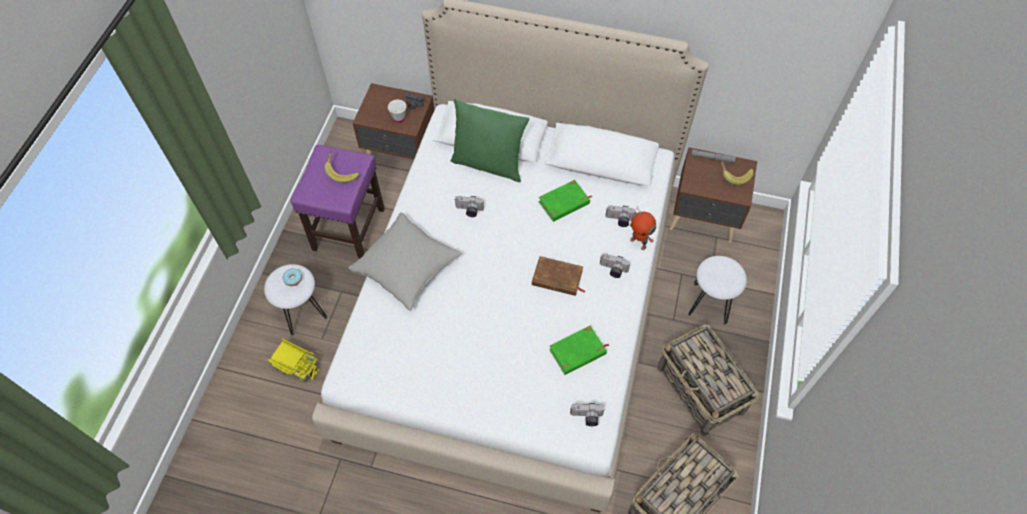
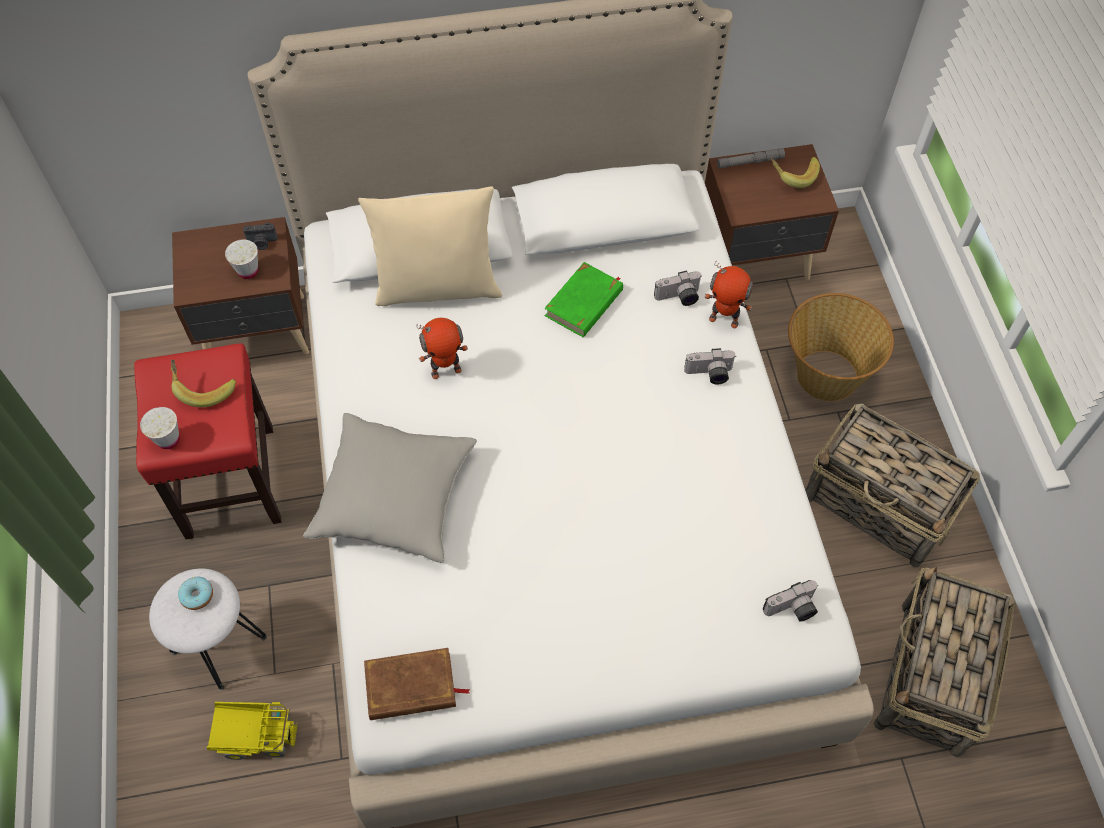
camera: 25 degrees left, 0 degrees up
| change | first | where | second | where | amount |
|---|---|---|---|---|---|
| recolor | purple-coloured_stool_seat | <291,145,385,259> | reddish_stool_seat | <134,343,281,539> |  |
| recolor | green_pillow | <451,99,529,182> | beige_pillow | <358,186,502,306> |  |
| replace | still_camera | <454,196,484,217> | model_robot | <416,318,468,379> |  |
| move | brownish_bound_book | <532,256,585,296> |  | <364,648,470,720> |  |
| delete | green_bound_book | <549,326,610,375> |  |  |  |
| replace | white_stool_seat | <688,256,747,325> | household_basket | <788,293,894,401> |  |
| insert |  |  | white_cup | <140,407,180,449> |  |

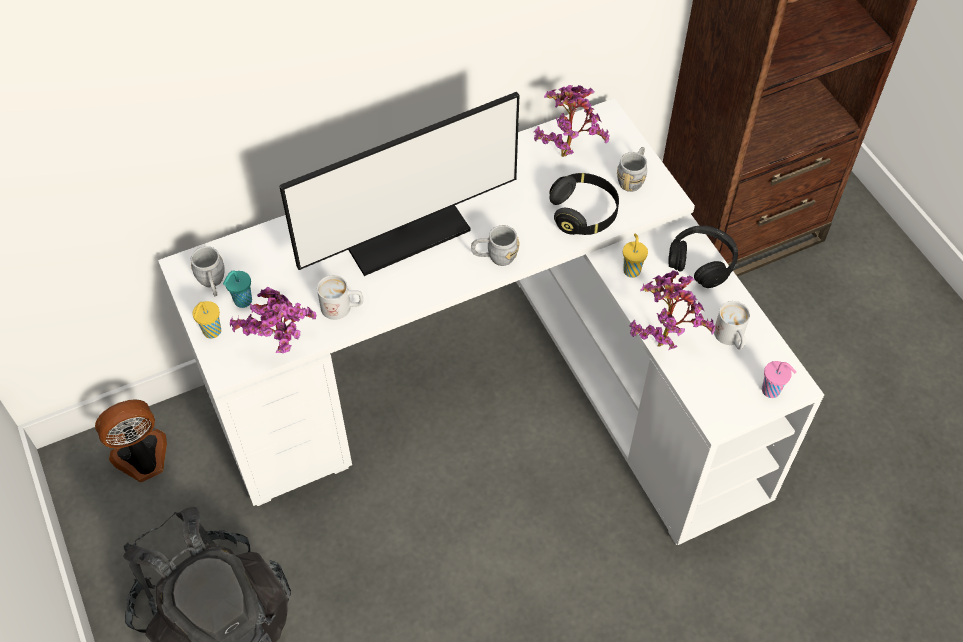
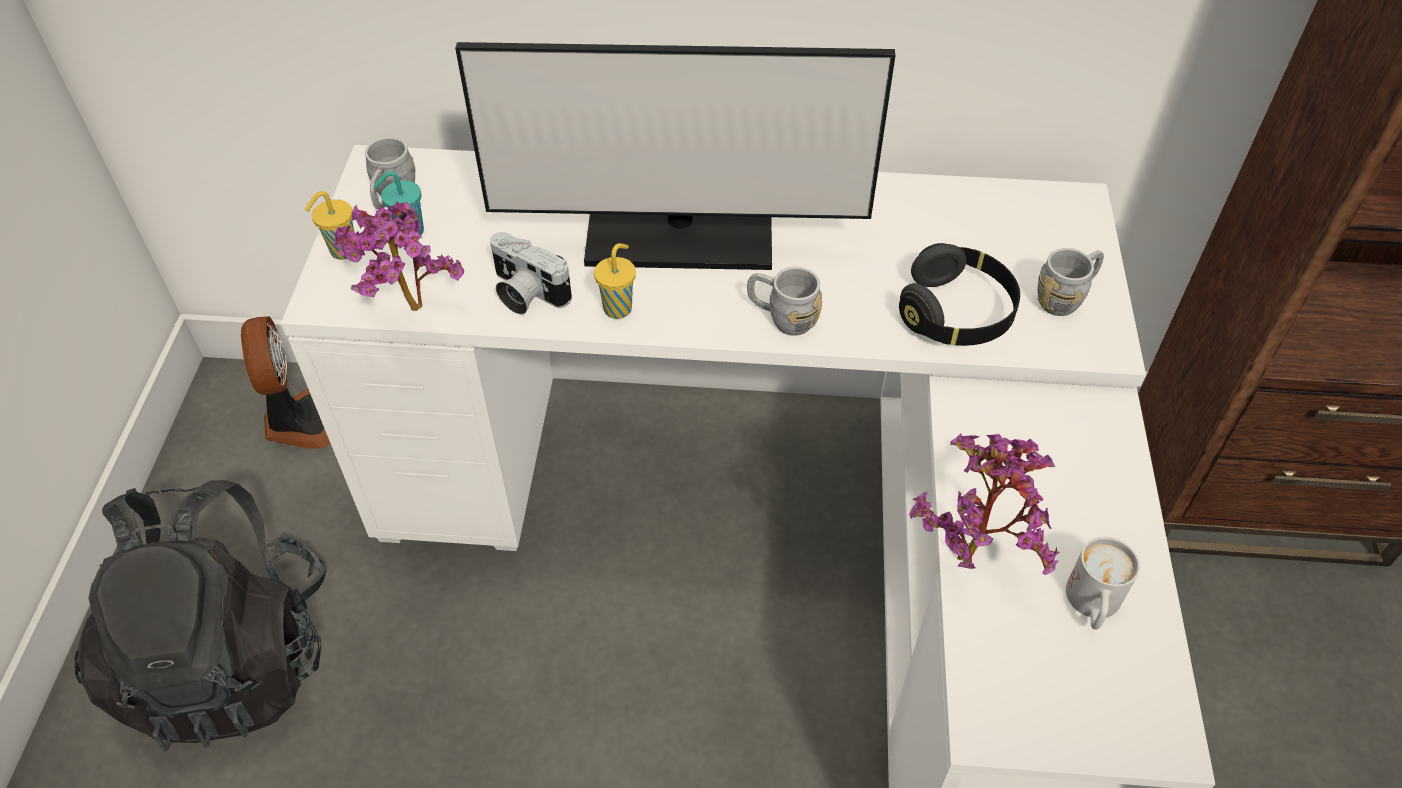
camera: 30 degrees right, 5 degrees down
| change | first | where | second | where | amount |
|---|---|---|---|---|---|
| rotate | cooling_fan | <95,399,167,482> |  | <241,316,331,449> | 75 degrees clockwise |
| replace | white_tea_mug | <317,275,363,320> | still_camera | <490,232,572,315> |  |
| delete | plant_in_a_pot | <534,85,610,157> |  |  |  |
| move | yellow-coloured_cup | <623,234,648,278> |  | <594,243,636,319> |  |
| delete | blackish_headset | <668,225,738,288> |  |  |  |
| delete | pink-coloured_cup | <762,361,796,398> |  |  |  |

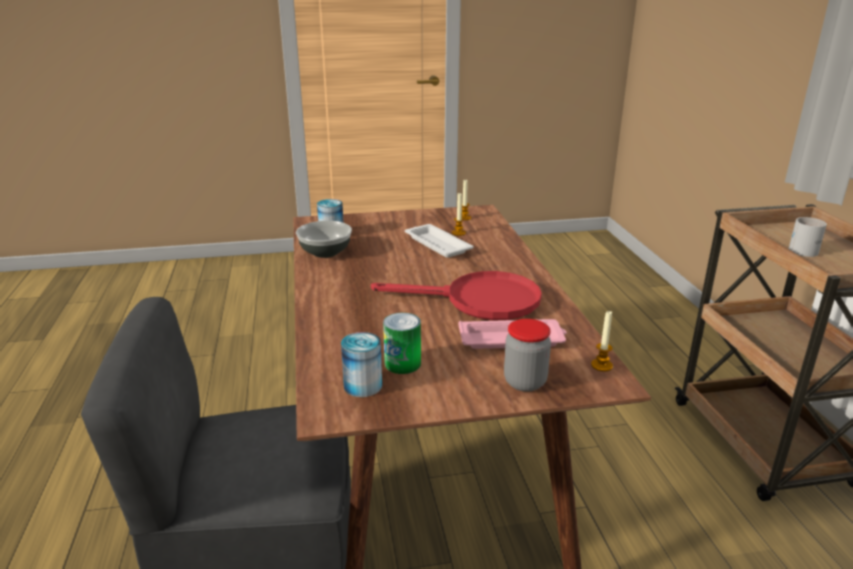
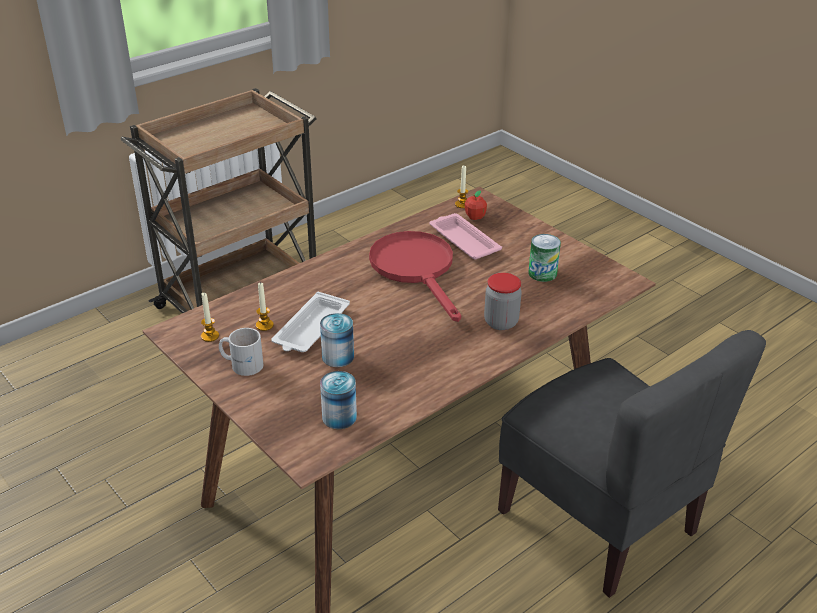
camera: 120 degrees left, 10 degrees up
| change | first | where | second | where | amount |
|---|---|---|---|---|---|
| delete | serving_bowl | <296,221,352,258> |  |  |  |
| move | sealed_can | <341,332,382,397> |  | <320,313,354,367> |  |
| move | storage_jar | <504,319,551,392> |  | <484,273,522,330> |  |
| move | white_tea_mug | <789,217,827,257> |  | <219,328,264,376> |  |
| insert |  |  | whole_apple | <465,190,487,220> |  |

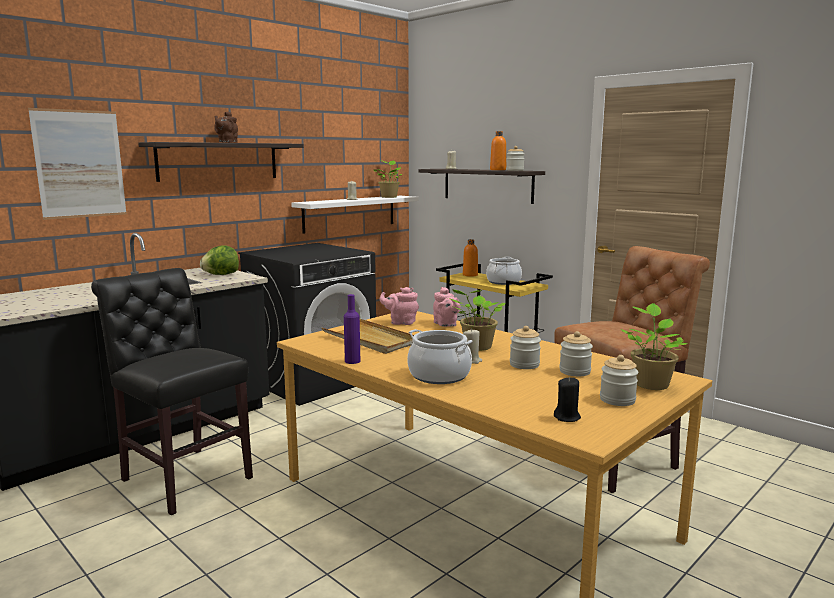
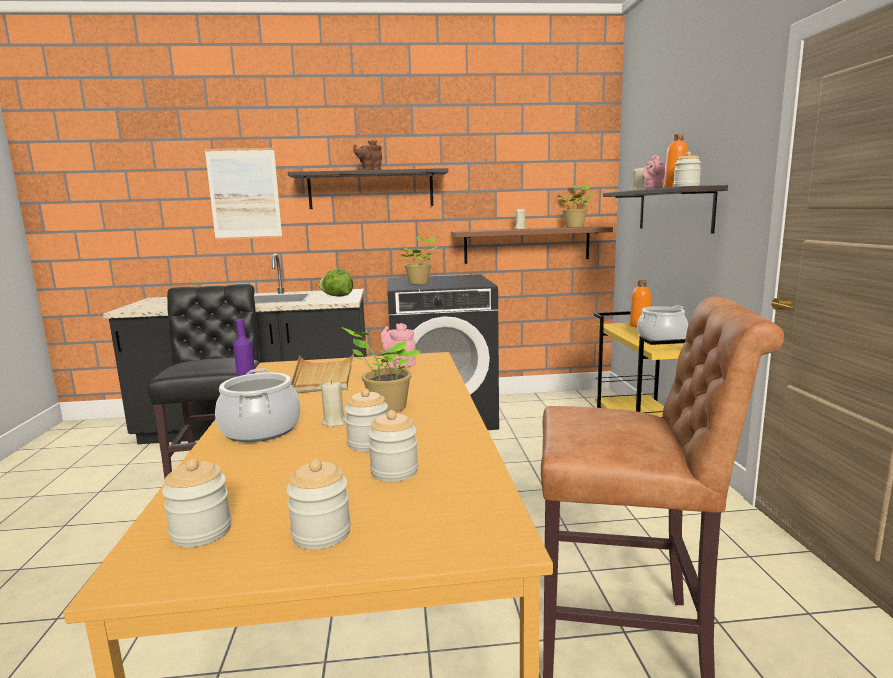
camera: 40 degrees right, 0 degrees up
| change | first | where | second | where | amount |
|---|---|---|---|---|---|
| recolor | white_bracket_shelf | <291,196,419,234> | brownish_bracket_shelf | <452,226,613,264> |  |
| move | pink-coloured_pot_for_tea | <433,287,460,327> |  | <643,155,666,189> |  |
| replace | blackish_candle | <554,377,581,422> | storage_jar | <162,459,231,547> |  |
| move | plant_in_a_pot | <620,303,687,390> |  | <400,237,439,285> |  |

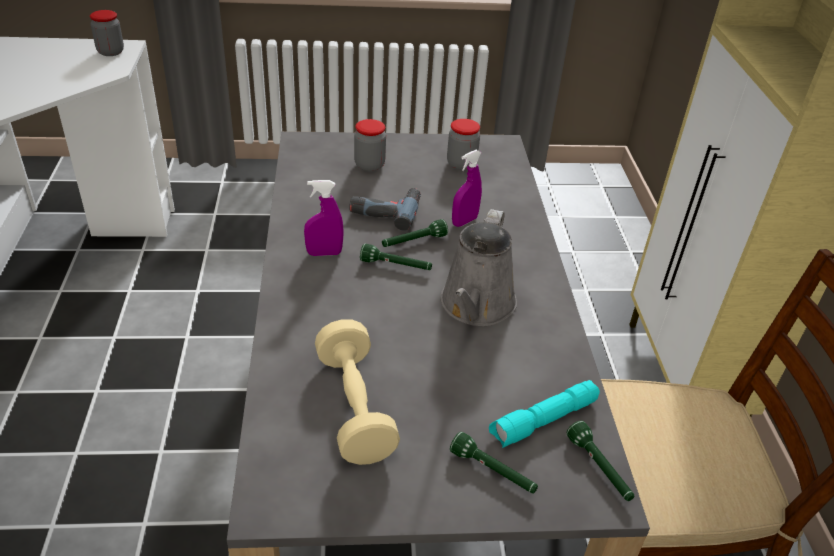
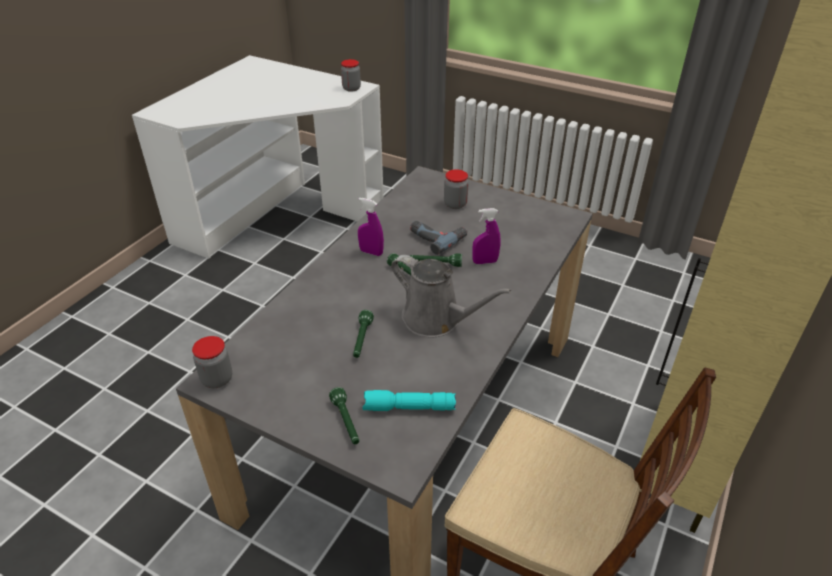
camera: 35 degrees right, 0 degrees up
| change | first | where | second | where | amount |
|---|---|---|---|---|---|
| delete | beige_hand_weight | <315,319,400,465> |  |  |  |
| rotate | grey_sprinkling_can | <440,209,517,326> |  | <391,255,512,338> | 105 degrees counterclockwise |
| move | storage_jar | <447,119,480,170> |  | <192,336,232,388> |  |
| move | green_flashlight | <567,421,634,501> |  | <353,310,374,358> |  |

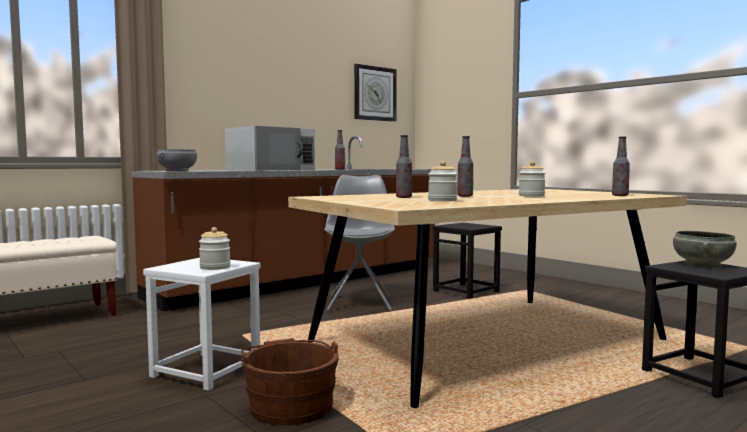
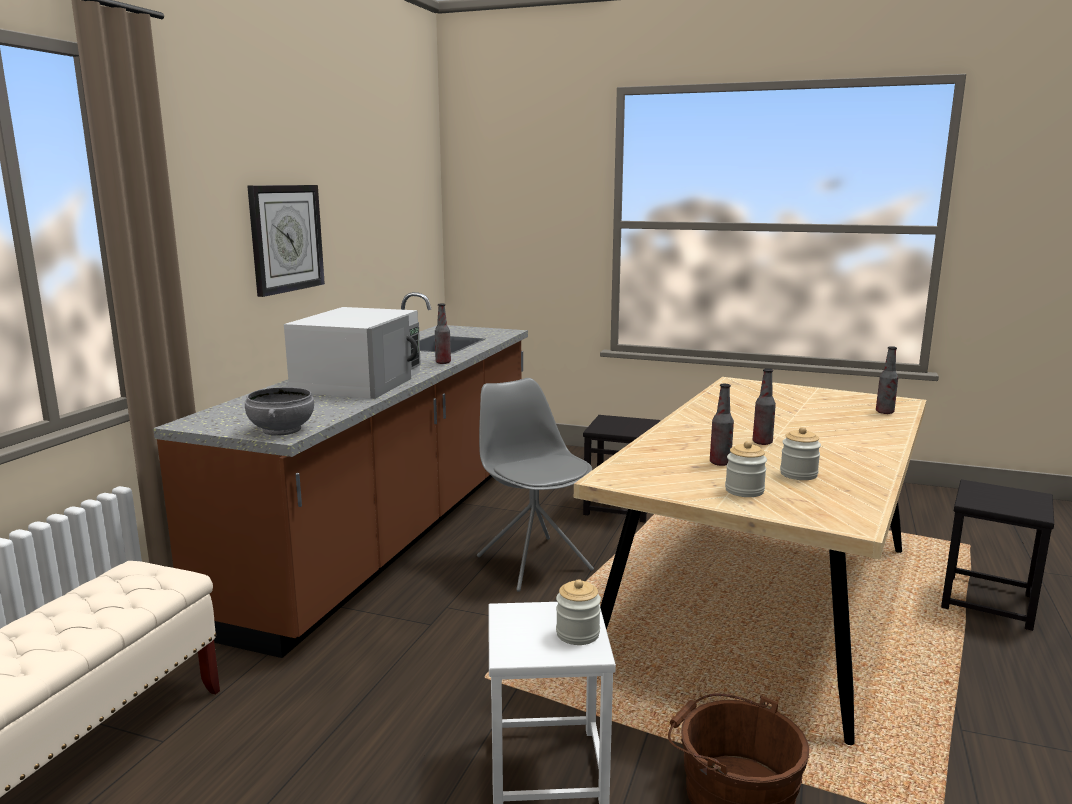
camera: 30 degrees left, 10 degrees up
| change | first | where | second | where | amount |
|---|---|---|---|---|---|
| move | clock_on_the_wall | <354,64,397,122> |  | <247,185,325,297> |  |
| move | storage_jar | <519,161,546,197> |  | <725,441,767,497> |  |
| delete | grey_serving_bowl | <673,231,737,267> |  |  |  |

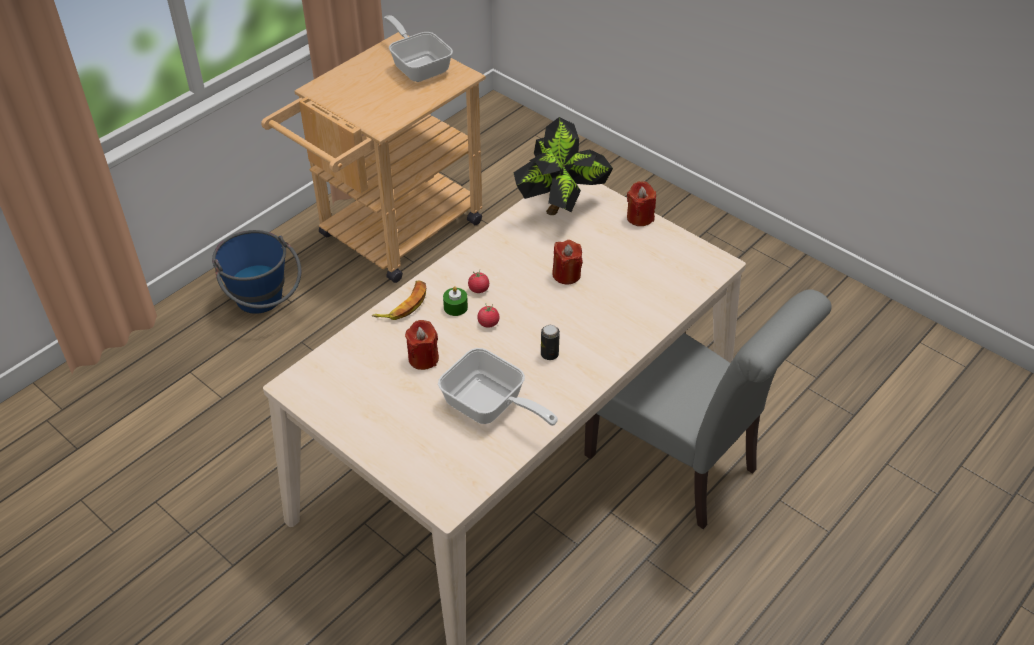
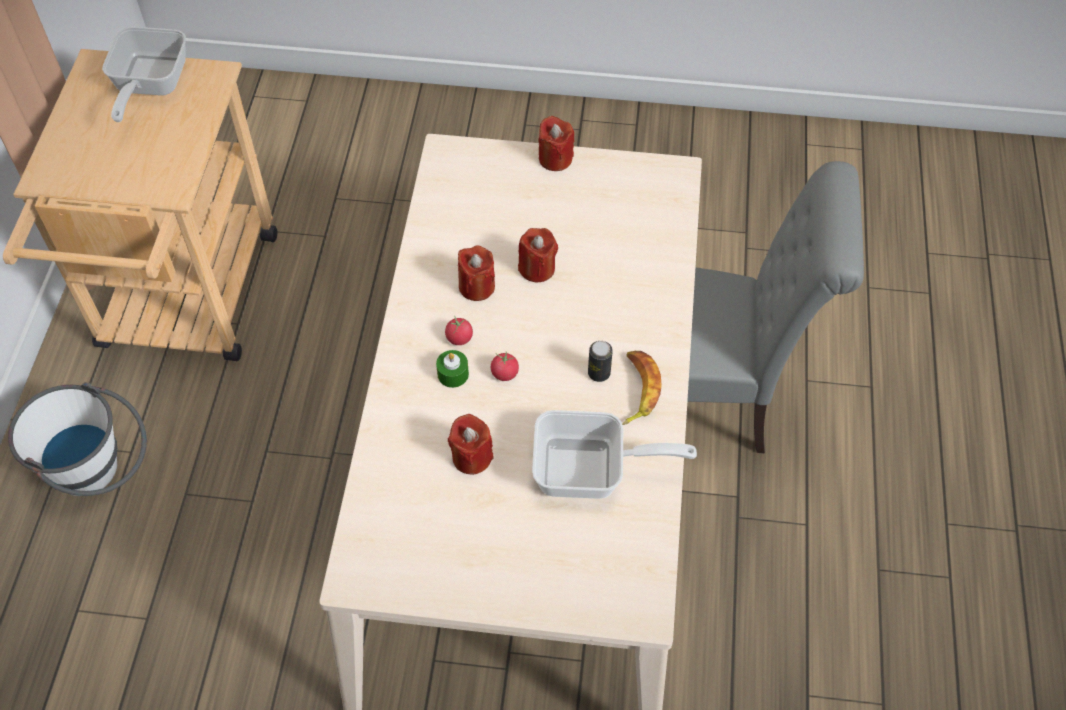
camera: 35 degrees left, 10 degrees up
| change | first | where | second | where | amount |
|---|---|---|---|---|---|
| recolor | blue_pail | <212,230,301,314> | white_pail | <8,382,147,496> |  |
| move | banana_fruit | <372,280,426,320> |  | <622,351,662,425> |  |
| rotate | skillet | <384,15,453,82> |  | <102,27,186,122> | 105 degrees counterclockwise |
| delete | plant_in_a_pot | <514,117,613,215> |  |  |  |
| insert |  |  | reddish_candle | <458,245,495,301> |  |

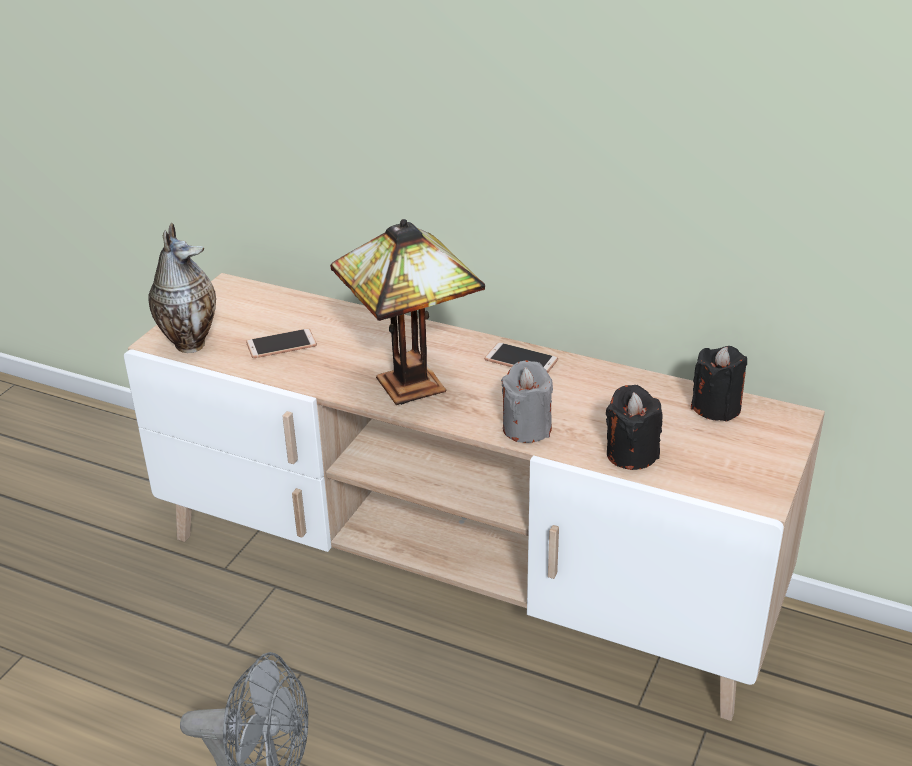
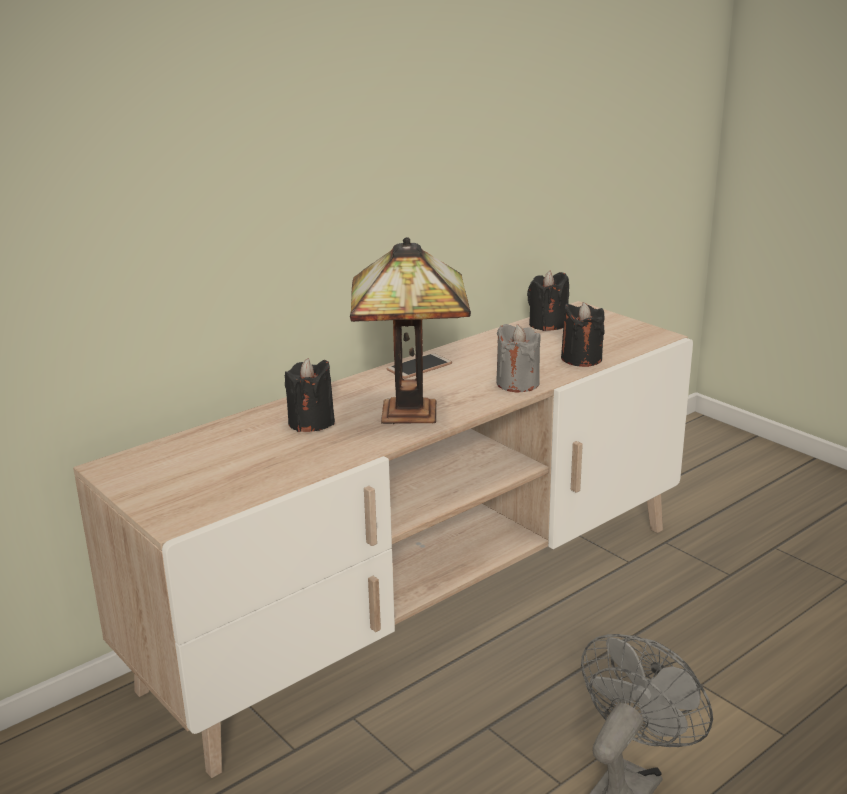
camera: 65 degrees left, 10 degrees down
| change | first | where | second | where | amount |
|---|---|---|---|---|---|
| delete | flower_vase | <148,223,216,353> |  |  |  |
| delete | phone | <246,328,317,358> |  |  |  |
| insert |  |  | blackish_candle | <285,358,335,432> |  |

